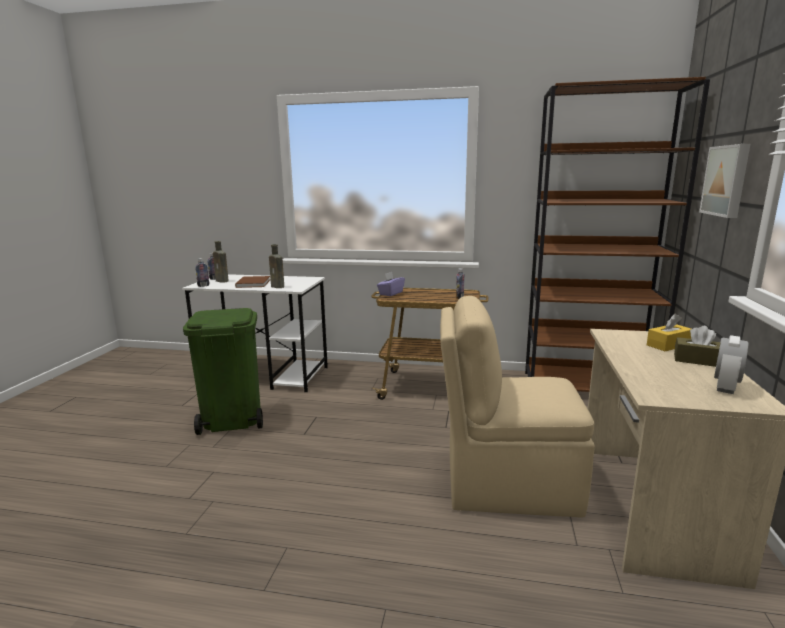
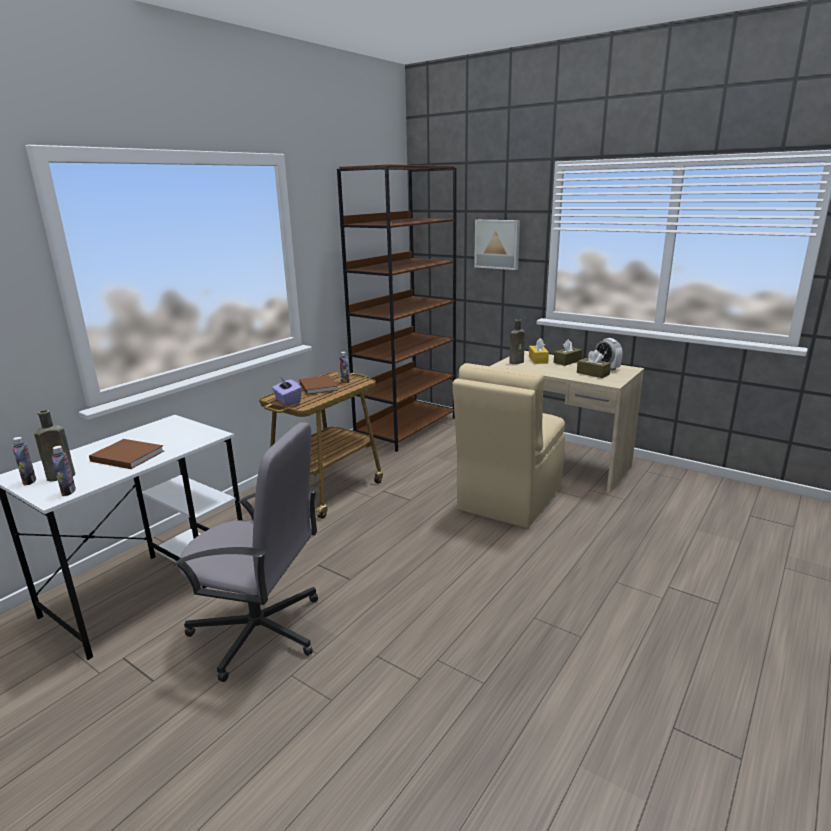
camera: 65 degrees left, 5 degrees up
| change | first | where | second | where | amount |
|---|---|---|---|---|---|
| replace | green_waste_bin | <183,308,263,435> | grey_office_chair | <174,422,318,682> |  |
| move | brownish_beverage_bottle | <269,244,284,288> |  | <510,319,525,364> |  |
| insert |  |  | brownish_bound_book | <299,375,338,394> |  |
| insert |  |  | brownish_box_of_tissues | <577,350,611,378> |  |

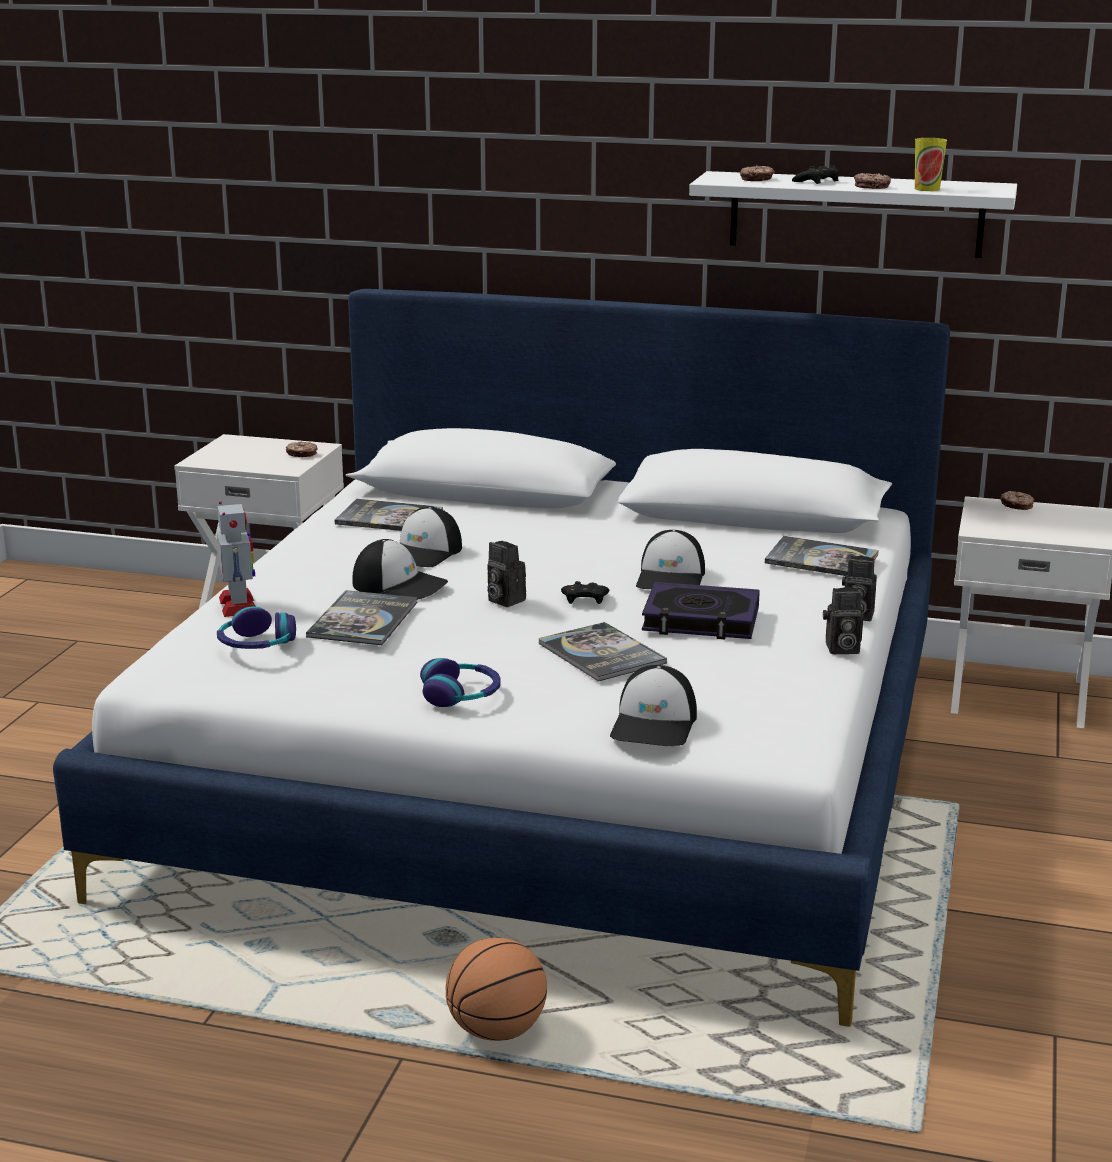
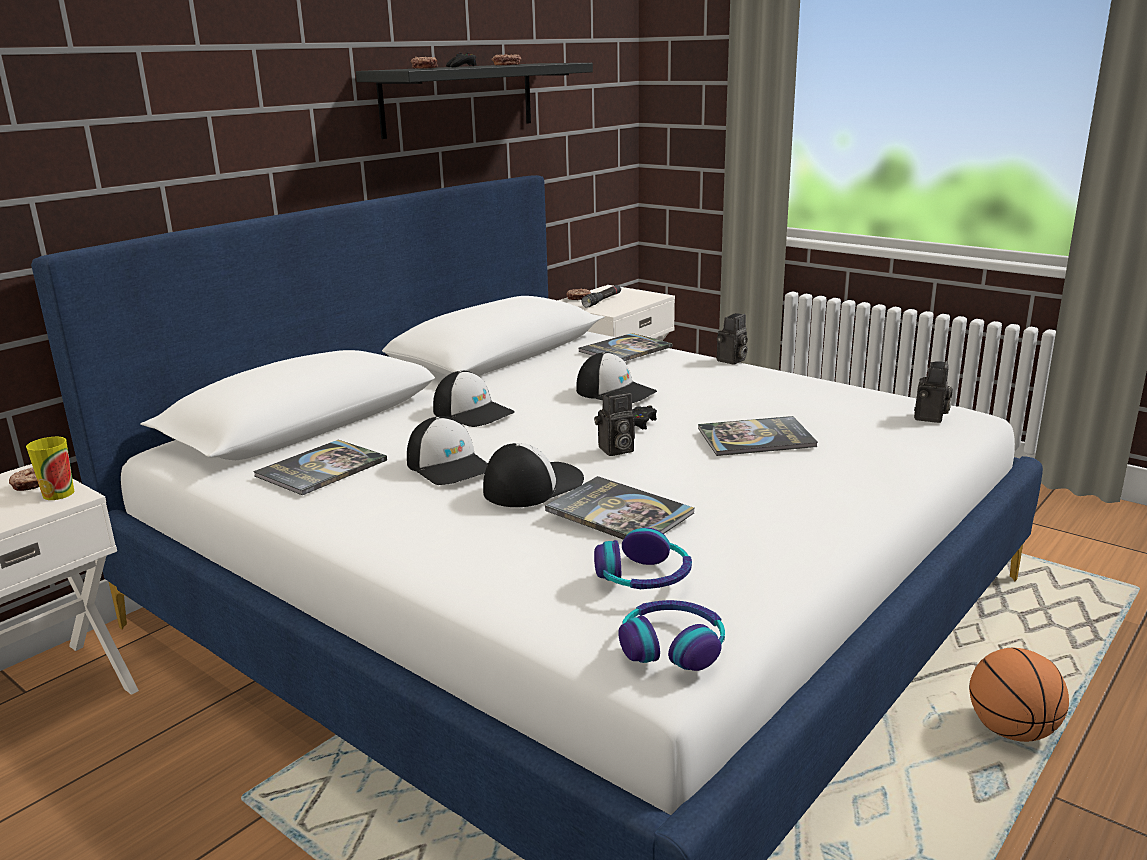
camera: 65 degrees left, 0 degrees up
| change | first | where | second | where | amount |
|---|---|---|---|---|---|
| delete | model_robot | <217,501,255,617> |  |  |  |
| move | headset | <420,658,501,707> |  | <618,600,725,671> |  |
| move | baseball_cap | <610,665,697,746> |  | <433,371,515,427> |  |
| delete | bound_book | <642,582,760,639> |  |  |  |
| recolor | white_bracket_shelf | <689,171,1017,258> | blackish_bracket_shelf | <356,63,593,139> |  |
| move | still_camera | <823,587,863,654> |  | <914,361,953,423> |  |
| move | cup | <915,138,947,191> |  | <26,437,74,500> |  |
| insert |  |  | blackish_flashlight | <582,285,621,307> |  |

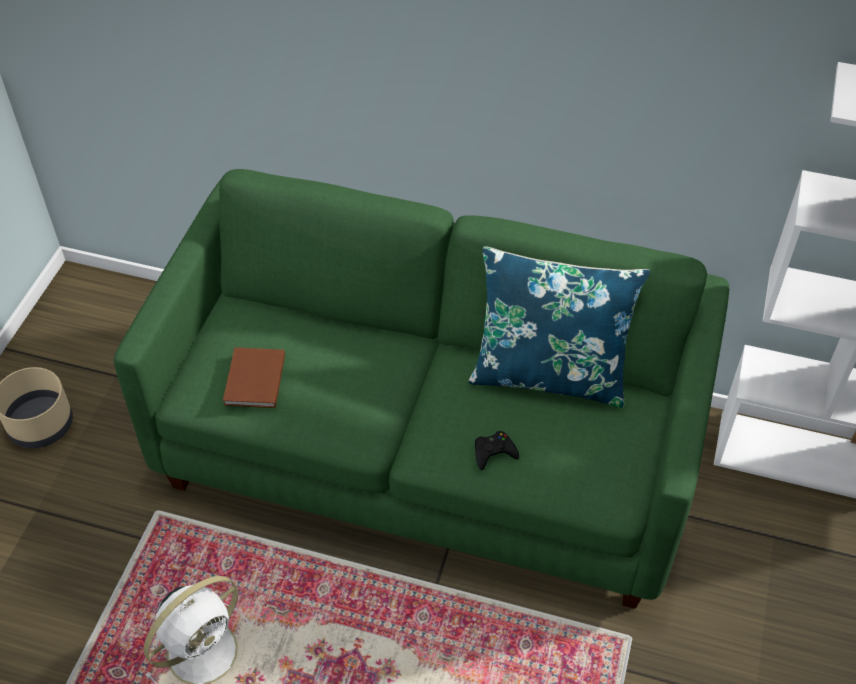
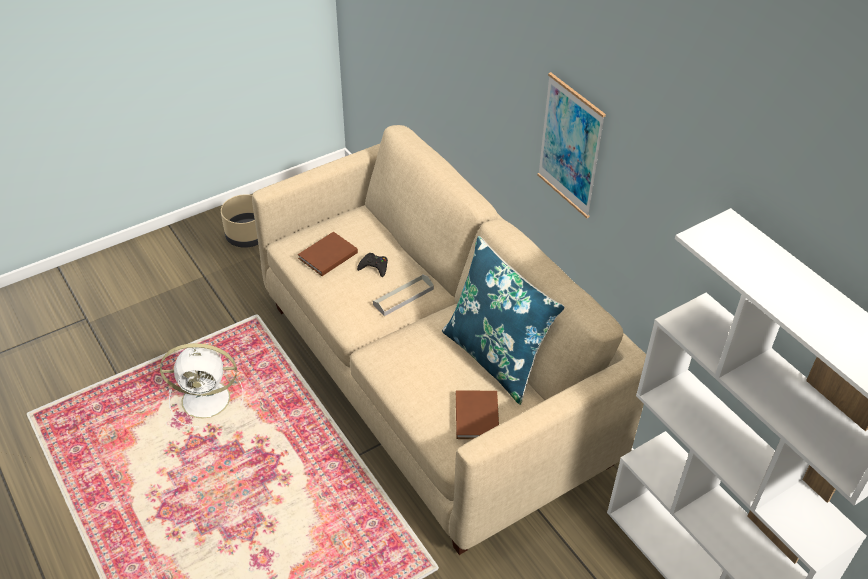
camera: 40 degrees right, 5 degrees down
| change | first | where | second | where | amount |
|---|---|---|---|---|---|
| recolor | green_settee | <114,169,729,609> | beige_settee | <252,125,646,555> |  |
| move | blackish_joypad | <475,431,519,470> |  | <357,253,388,277> |  |
| insert |  |  | grey_carrying_tray | <373,274,434,316> |  |
| insert |  |  | brownish_bound_book | <456,390,499,439> |  |
| insert |  |  | wall_art | <537,72,606,218> |  |

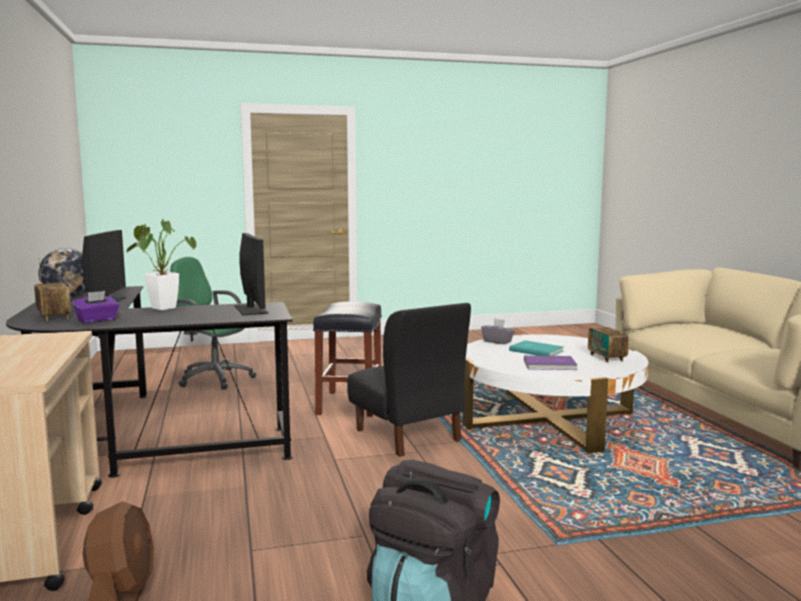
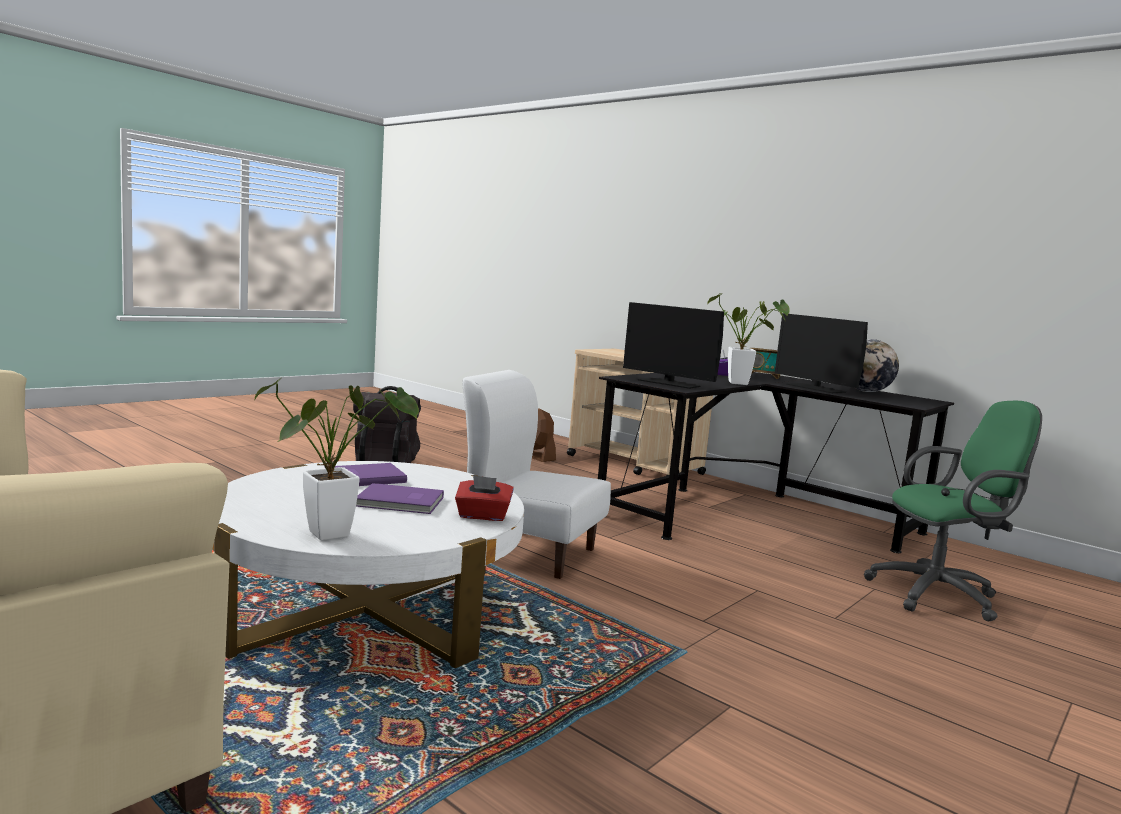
camera: 145 degrees right, 0 degrees up
| change | first | where | second | where | amount |
|---|---|---|---|---|---|
| delete | blackish_stool_seat | <313,302,382,417> |  |  |  |
| recolor | blackish_upright_chair | <347,303,471,457> | white_upright_chair | <462,370,611,579> |  |
| recolor | grey_box_of_tissues | <481,319,515,344> | reddish_box_of_tissues | <455,475,514,521> |  |
| recolor | blue-green_bound_book | <509,340,564,356> | purple-coloured_bound_book | <356,483,444,514> |  |
| delete | radio_receiver | <588,310,629,363> |  |  |  |
| insert |  |  | plant_in_a_pot | <255,379,419,540> |  |

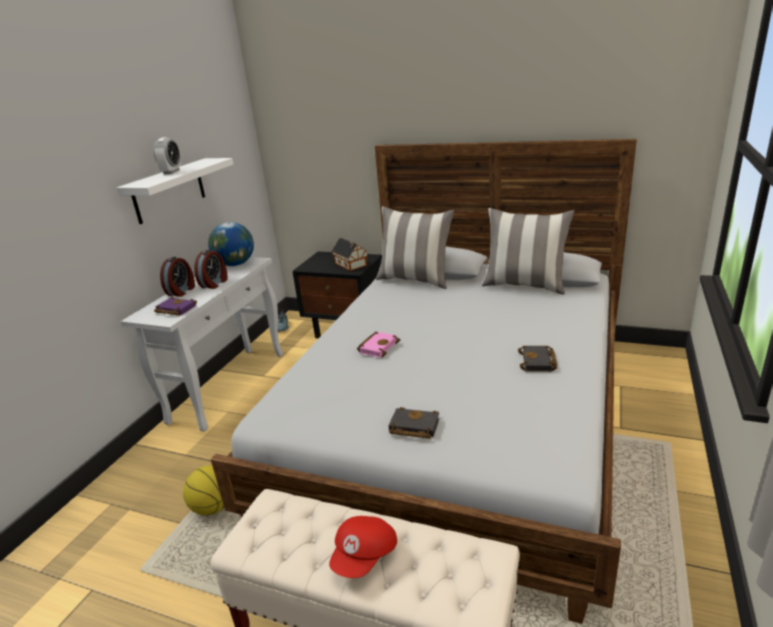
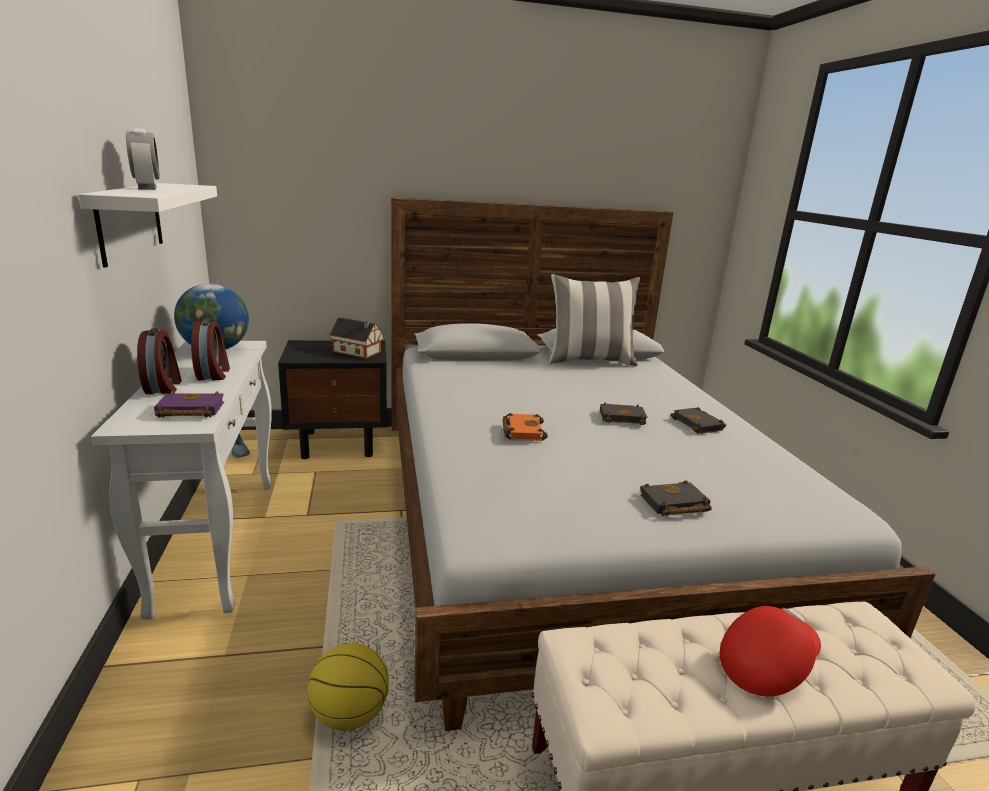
camera: 35 degrees left, 5 degrees down
| change | first | where | second | where | amount |
|---|---|---|---|---|---|
| rotate | reddish_baseball_cap | <329,516,397,578> |  | <720,606,821,696> | 120 degrees counterclockwise |
| recolor | pink-coloured_bound_book | <357,332,400,358> | orangey_bound_book | <503,413,548,441> |  |
| delete | pillow | <376,207,454,289> |  |  |  |
| insert |  |  | blackish_bound_book | <600,402,648,425> |  |

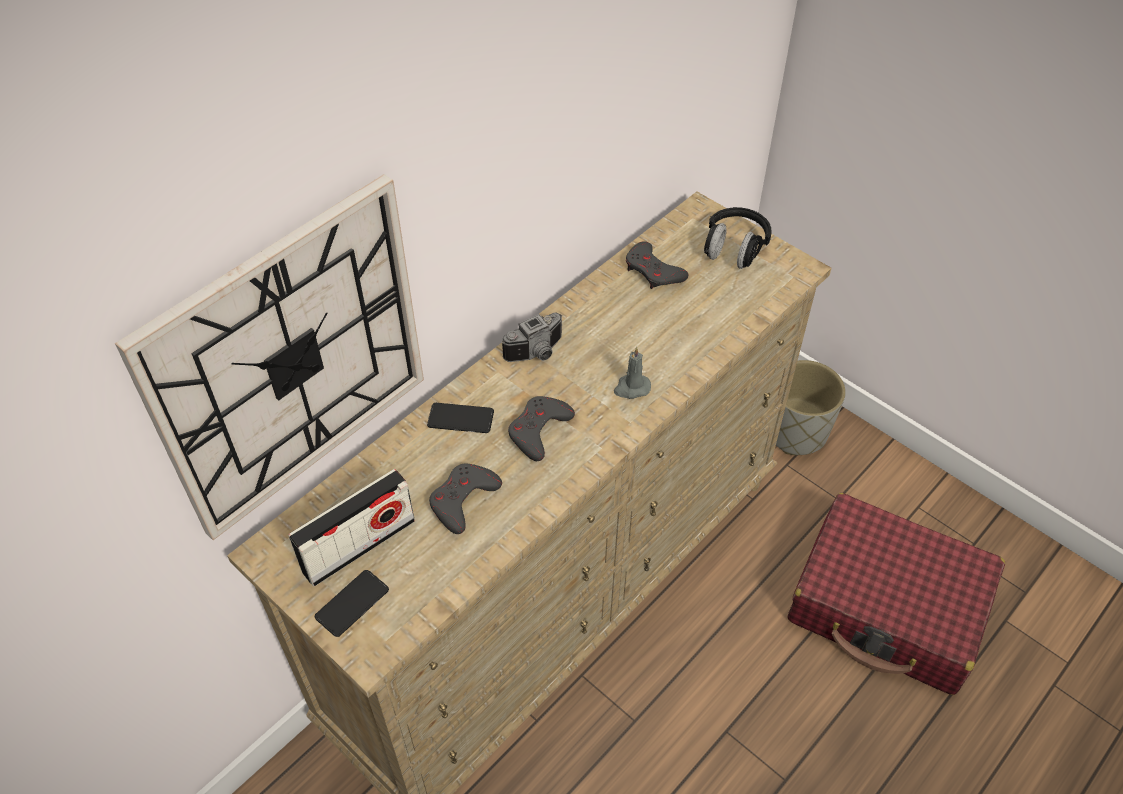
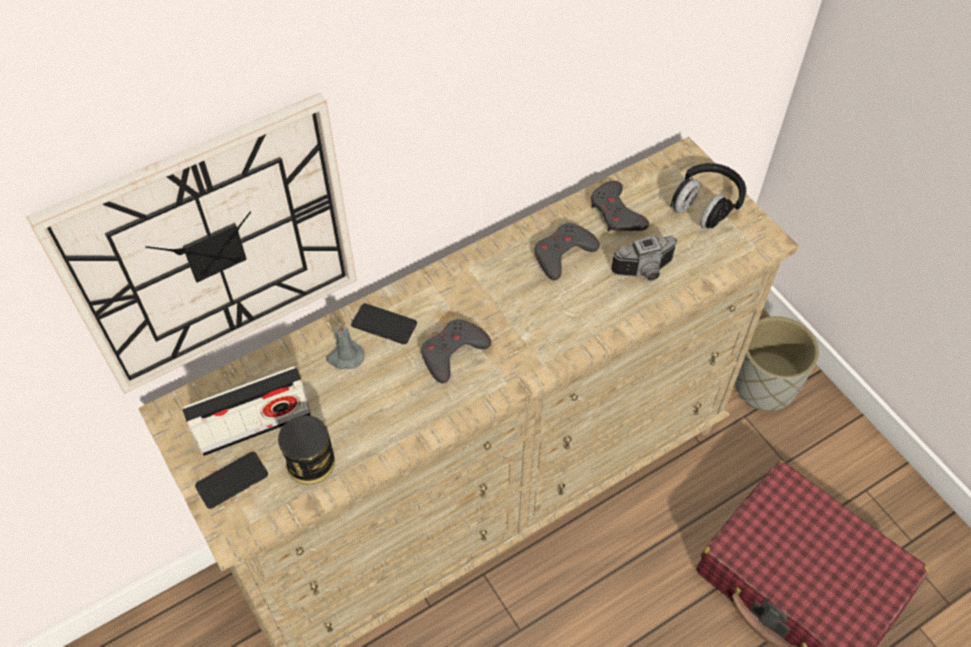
camera: 15 degrees right, 5 degrees up
| change | first | where | second | where | amount |
|---|---|---|---|---|---|
| move | grey_joypad | <429,463,502,534> |  | <535,223,600,280> |  |
| move | still_camera | <502,312,562,362> |  | <611,235,678,281> |  |
| move | grey_candle | <614,347,651,399> |  | <326,323,364,369> |  |
| insert |  |  | sealed_can | <278,415,335,484> |  |

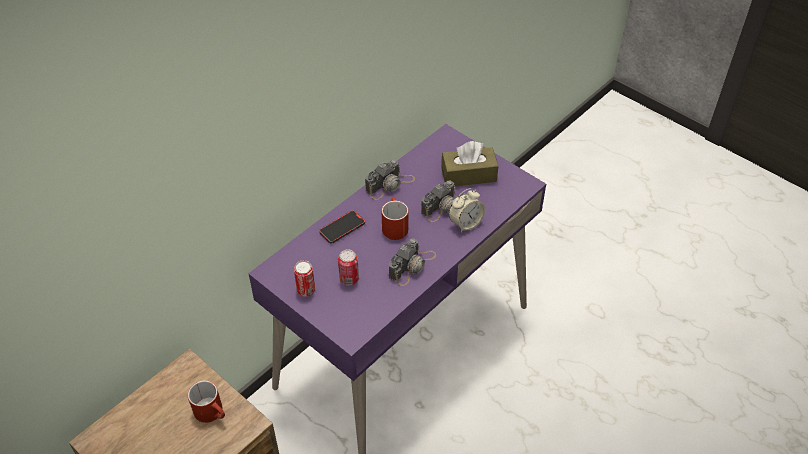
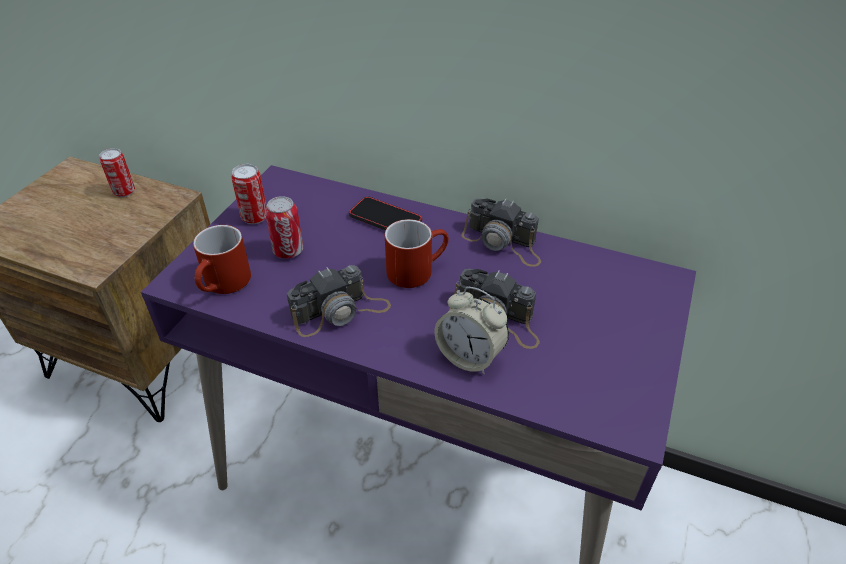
camera: 70 degrees right, 5 degrees down
| change | first | where | second | where | amount |
|---|---|---|---|---|---|
| move | reddish_tea_mug | <188,380,225,423> |  | <193,225,251,294> |  |
| rotate | still_camera | <389,238,436,286> |  | <287,265,391,337> | 45 degrees counterclockwise |
| delete | brownish_box_of_tissues | <441,141,498,186> |  |  |  |
| insert |  |  | sealed_can | <99,148,135,197> |  |

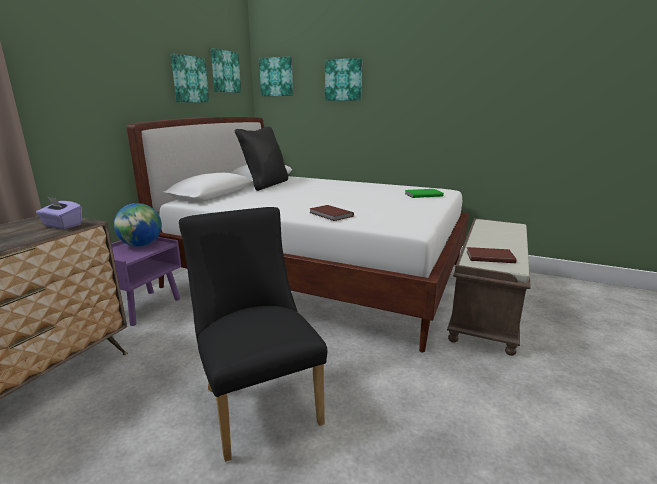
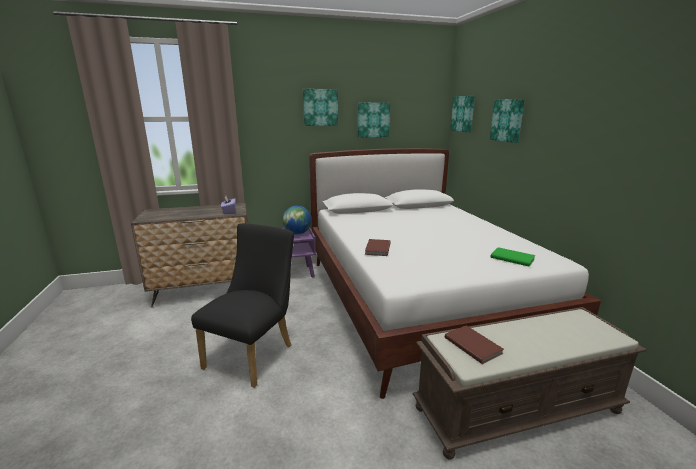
camera: 50 degrees right, 0 degrees up
| change | first | where | second | where | amount |
|---|---|---|---|---|---|
| move | wall_art | <211,48,241,93> |  | <303,89,338,126> |  |
| delete | blackish_pillow | <235,126,288,191> |  |  |  |

